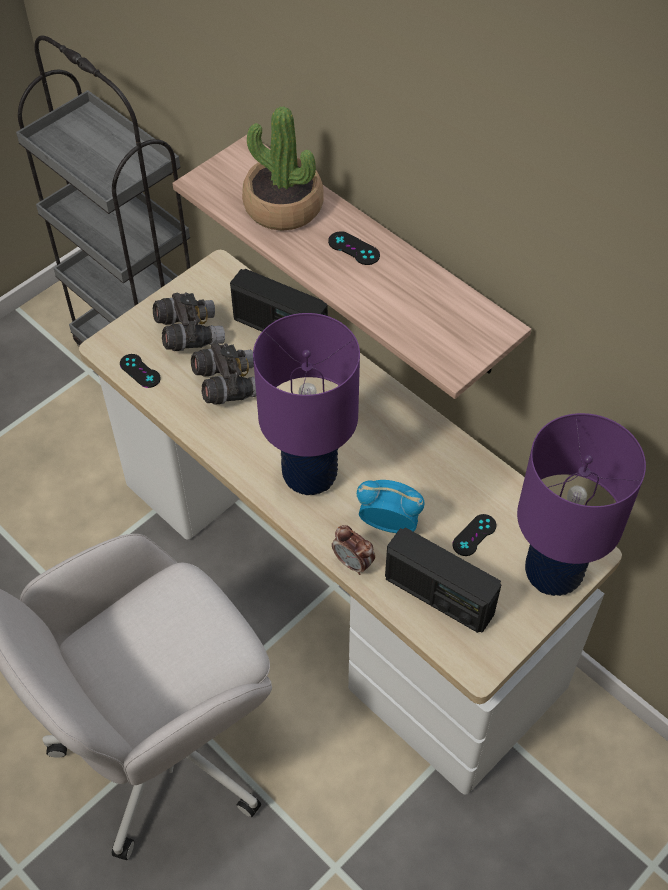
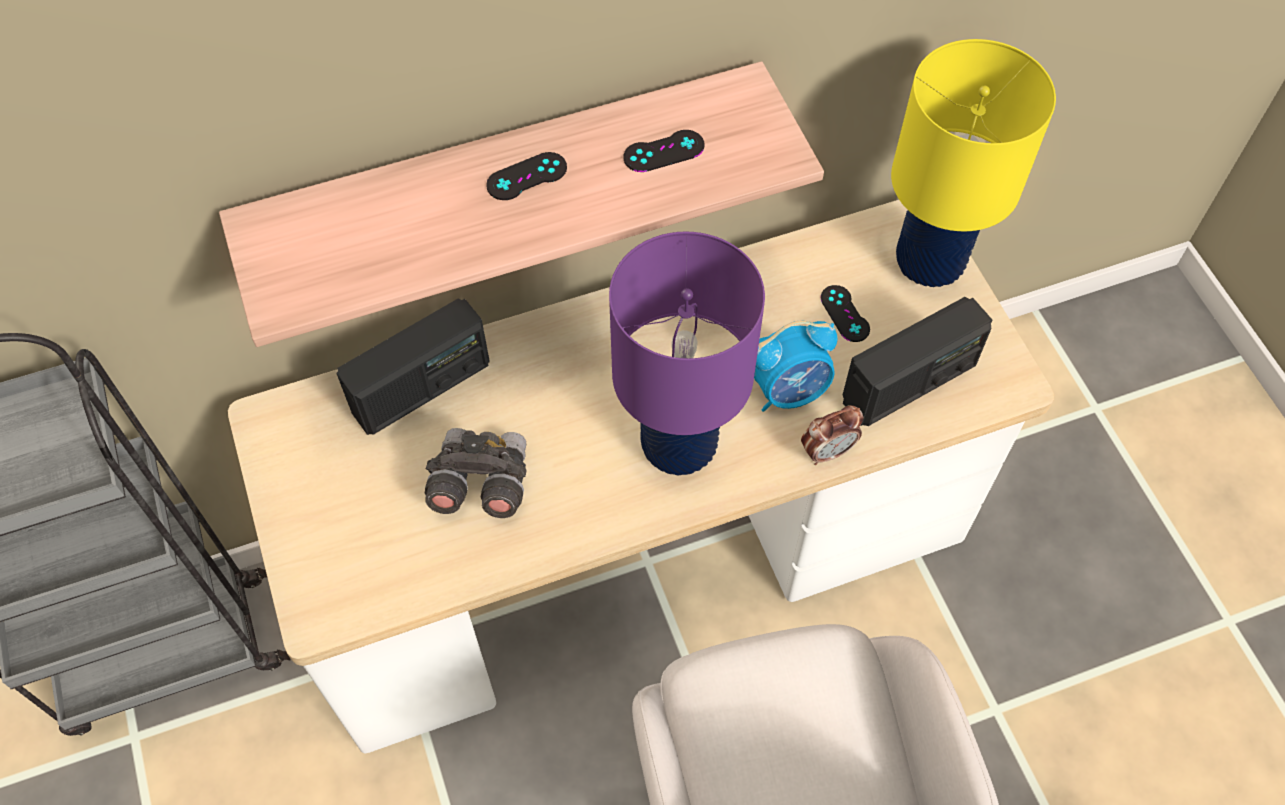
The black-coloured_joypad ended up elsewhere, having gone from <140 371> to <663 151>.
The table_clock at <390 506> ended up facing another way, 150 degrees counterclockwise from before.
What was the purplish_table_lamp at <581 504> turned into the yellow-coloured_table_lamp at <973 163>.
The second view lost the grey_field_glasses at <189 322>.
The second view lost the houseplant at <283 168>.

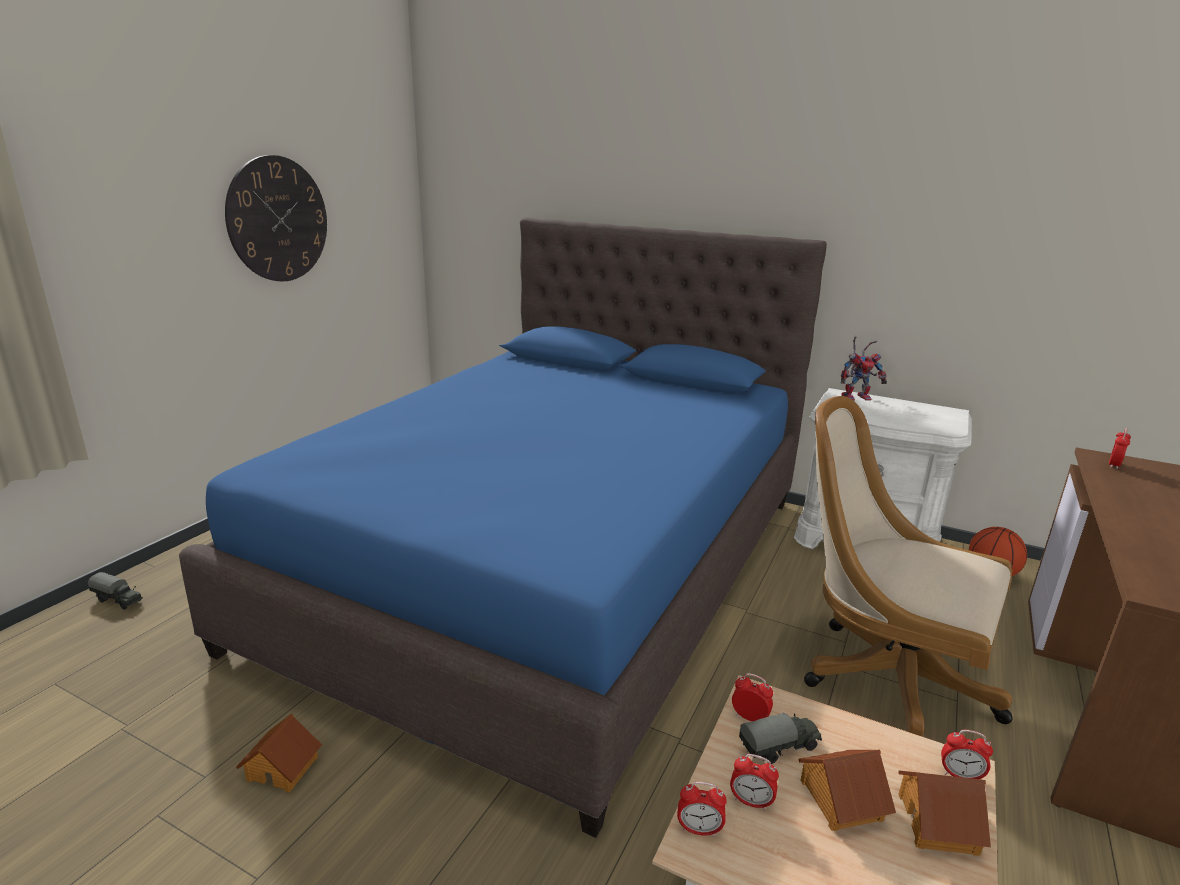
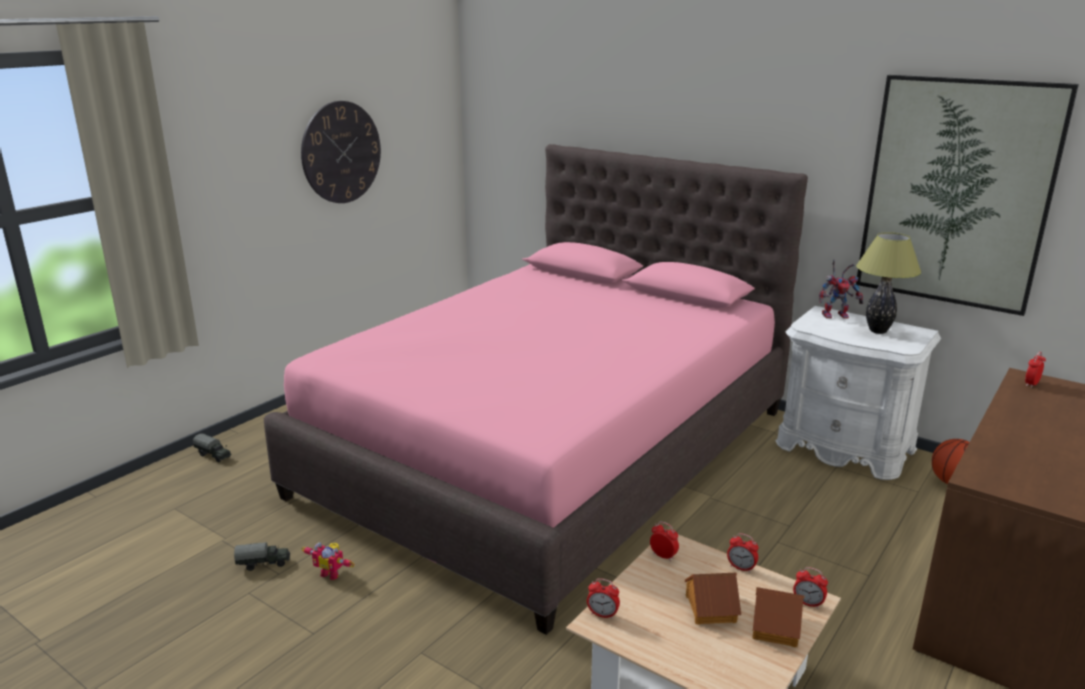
The toy_lorry ended up elsewhere, having gone from <780 738> to <262 556>.
What was the bluish_sleeping_bed at <503 527> turned into the pink-coloured_sleeping_bed at <536 389>.
Where the model_house stood at <279 753>, the toy_robot came to stand at <328 561>.
The table_clock ended up elsewhere, having gone from <754 782> to <742 553>.
The second view gained the wall_art at <967 195>.
The second view gained the table_lamp at <888 283>.
The second view lost the office_chair at <908 566>.

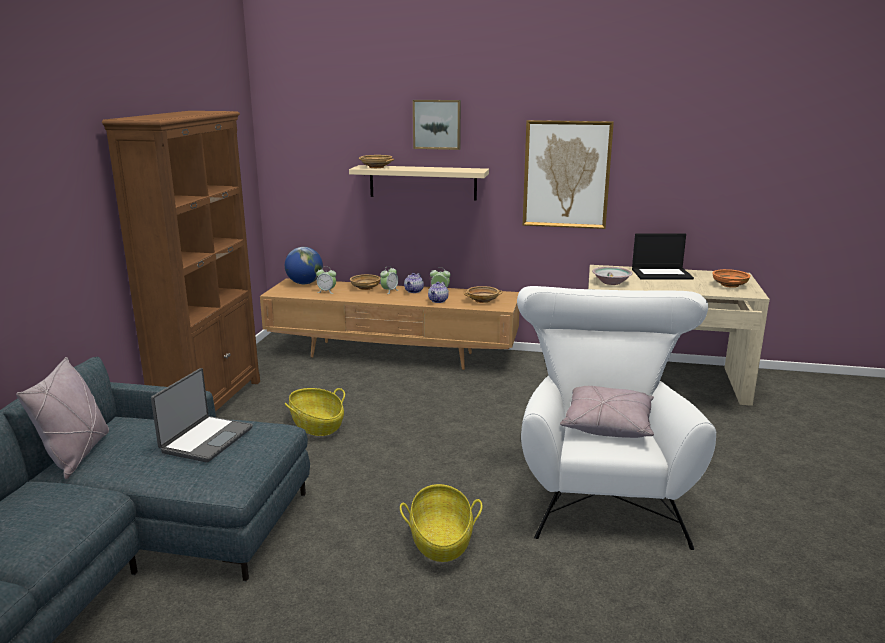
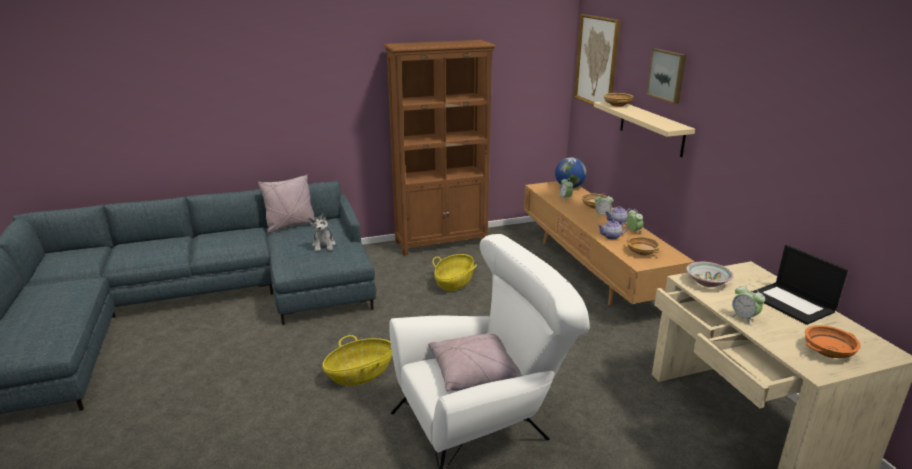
Where the portable_computer stood at <202 415>, the plush_toy came to stand at <322 232>.
The wall_art ended up elsewhere, having gone from <568 174> to <597 60>.
The second view gained the table_clock at <747 305>.

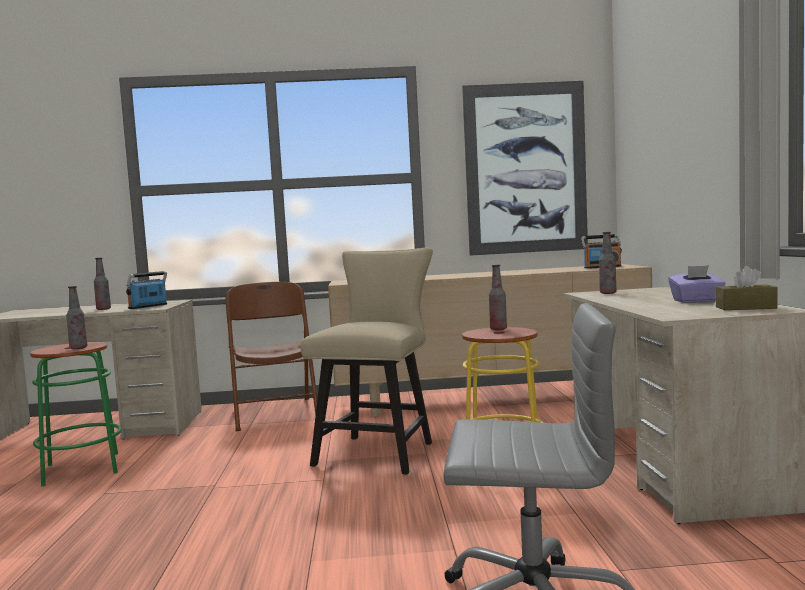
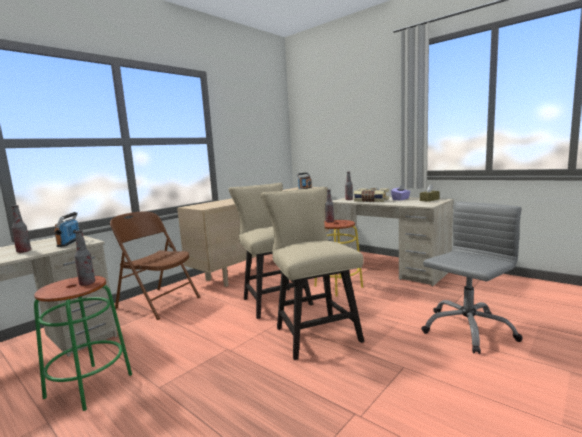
The second view gained the sand-coloured_plain_chair at <312 273>.
The second view gained the book at <371 195>.
The second view lost the wall_art at <525 168>.

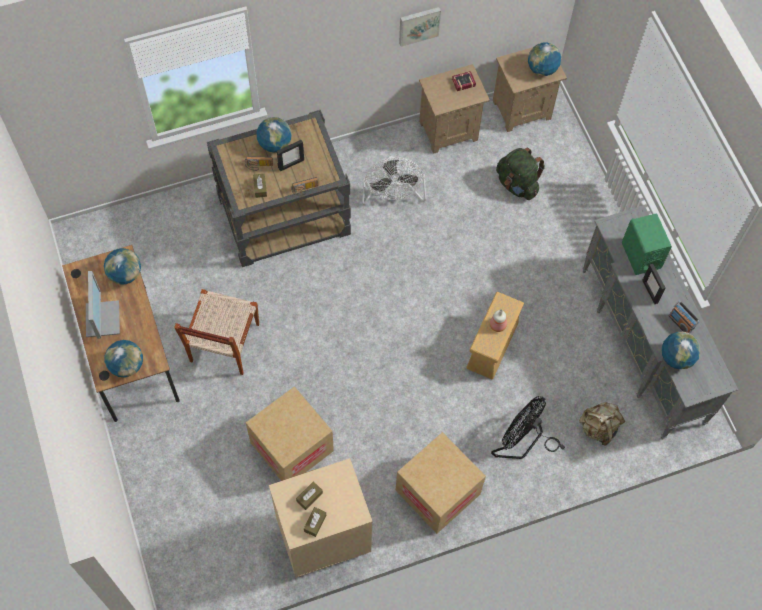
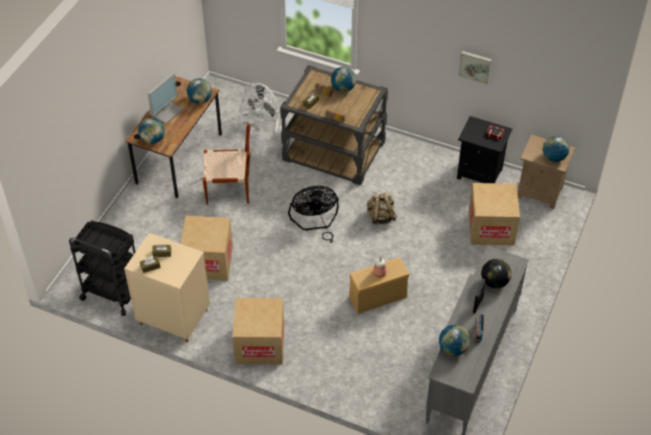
The second view gained the black-coloured_wheeled_cart at <102 268>.
The plain_chair at <216 332> ended up facing another way, 150 degrees counterclockwise from before.
The whitish_fan ended up elsewhere, having gone from <394 181> to <259 109>.
The black-coloured_fan ended up elsewhere, having gone from <528 427> to <313 214>.
The sand-coloured_rucksack ended up elsewhere, having gone from <602 424> to <382 208>.
What was the sand-coloured_nightstand at <454 109> turned into the black-coloured_nightstand at <484 149>.
Where the greenish_rucksack stood at <520 173>, the packing_box came to stand at <494 214>.
Where the greenish_audio_speaker stood at <647 244>, the globe came to stand at <496 274>.
The second view lost the picture_frame at <290 155>.

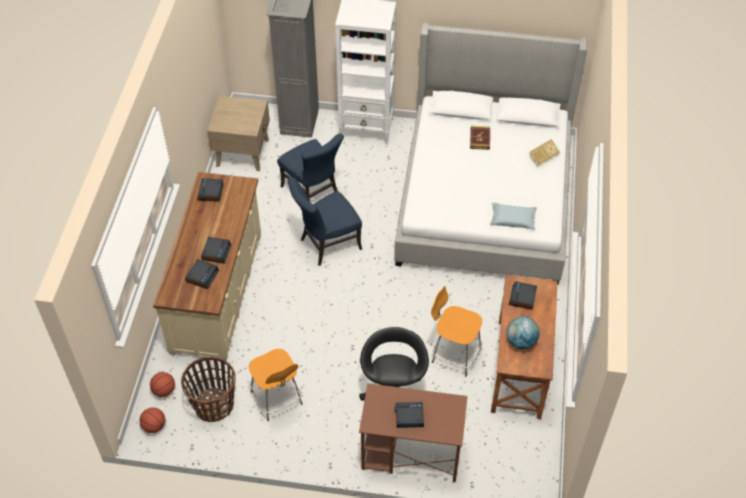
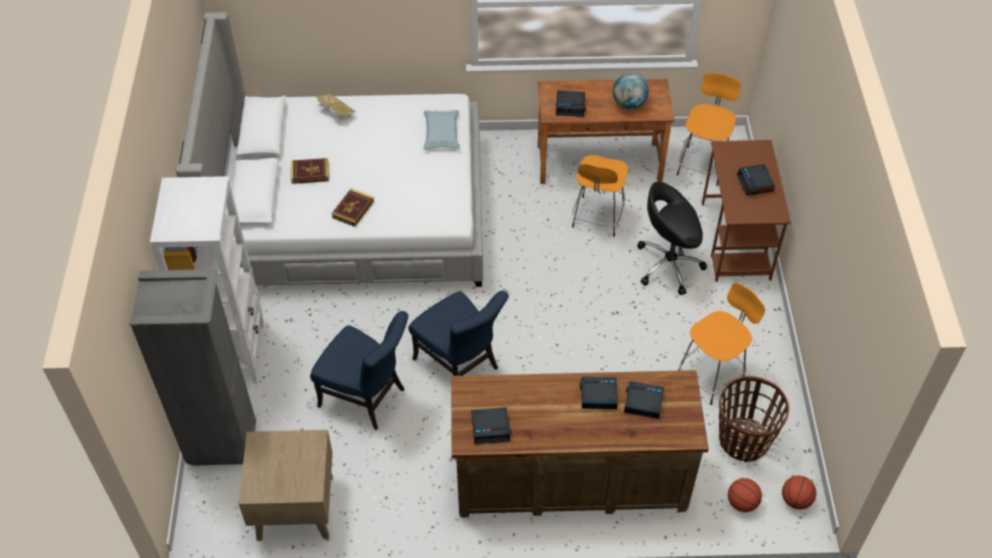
The bluish_plain_chair at <310 167> ended up facing another way, 75 degrees clockwise from before.
The second view gained the book at <353 208>.
The second view gained the orange_stool_seat at <709 129>.

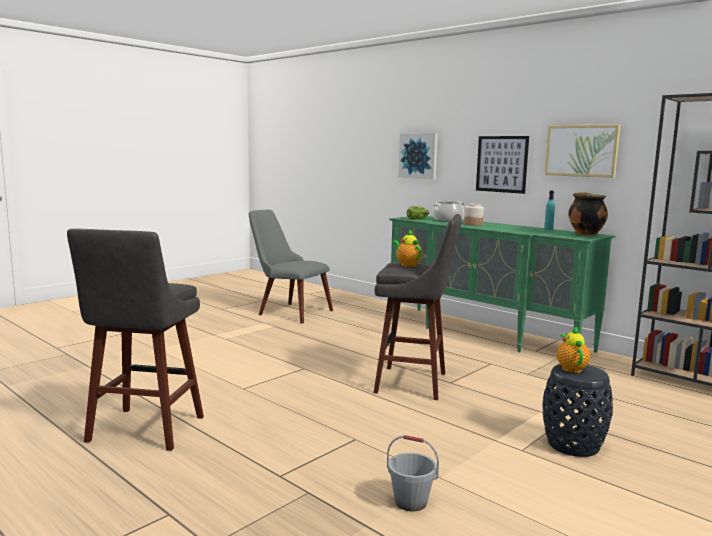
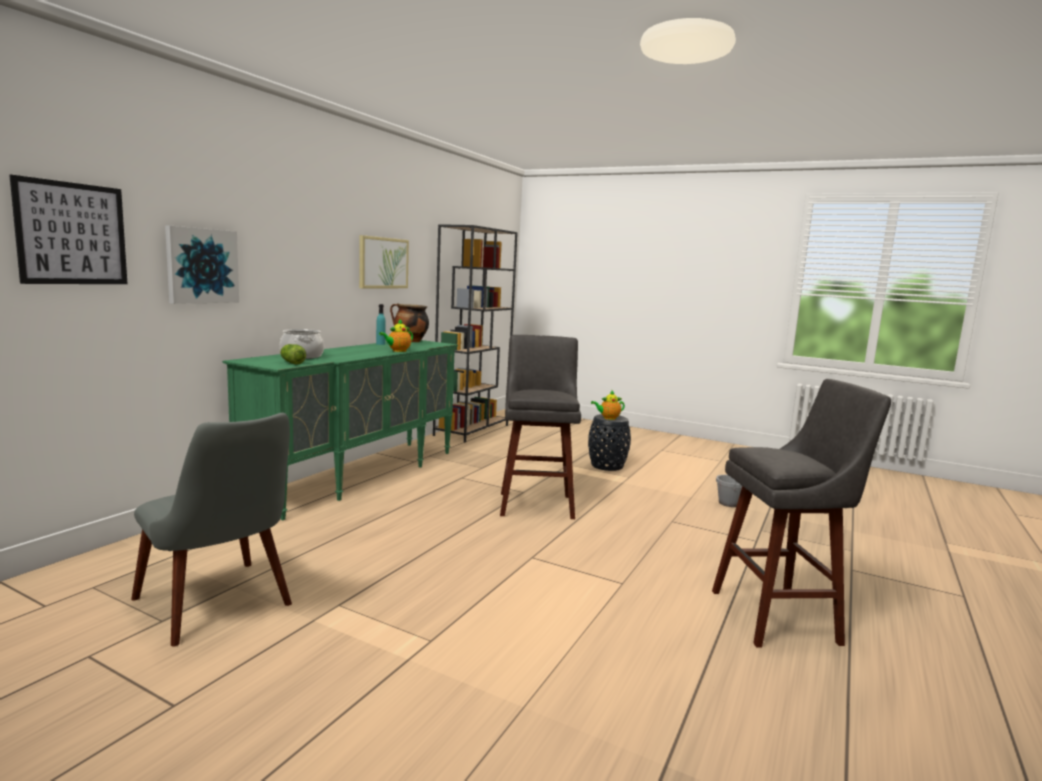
The wall_art ended up elsewhere, having gone from <502 165> to <68 229>.
The grey_plain_chair at <291 267> ended up facing another way, 60 degrees counterclockwise from before.
The teapot ended up elsewhere, having gone from <407 248> to <396 336>.
The second view lost the jar at <474 214>.

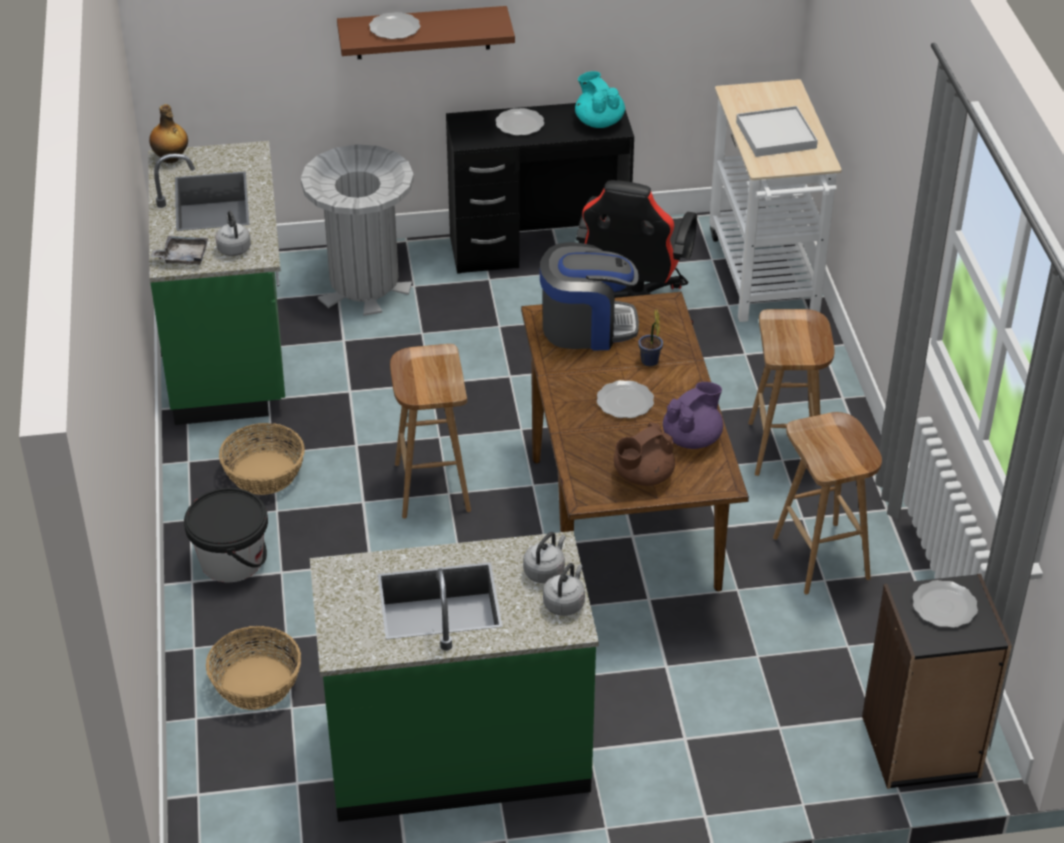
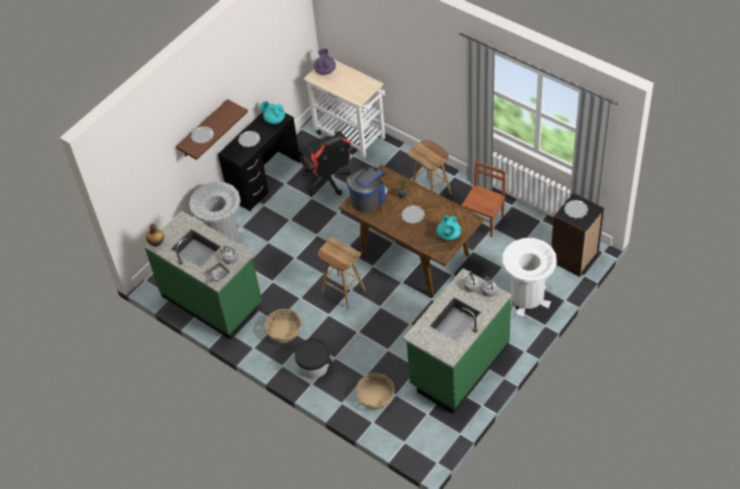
The purplish_teapot ended up elsewhere, having gone from <693 415> to <325 61>.
What was the brown-coloured_teapot at <644 454> turned into the blue-green_teapot at <449 228>.
Where the brown-coloured_stool_seat stood at <827 503>, the brown-coloured_plain_chair came to stand at <483 199>.
The second view gained the whitish_waste_bin at <529 277>.
The second view lost the whitish_serving_tray at <777 131>.

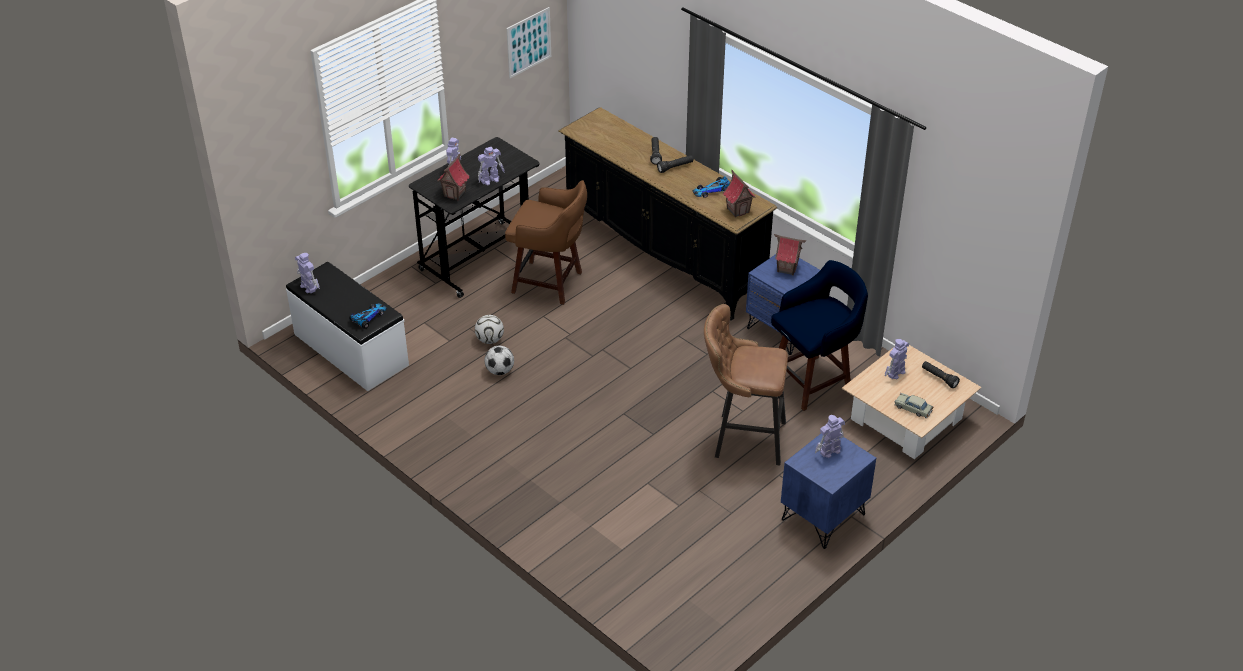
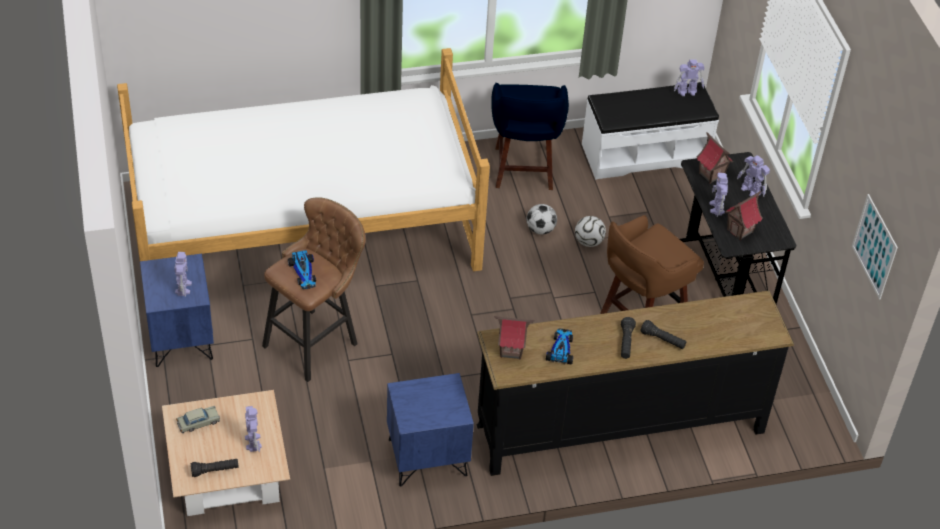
The second view gained the sleeping_bed at <303 159>.
The toy_car ended up elsewhere, having gone from <368 316> to <302 269>.
The bluish_stool_seat ended up elsewhere, having gone from <819 335> to <530 136>.
The model_house ended up elsewhere, having gone from <790 254> to <744 215>.

